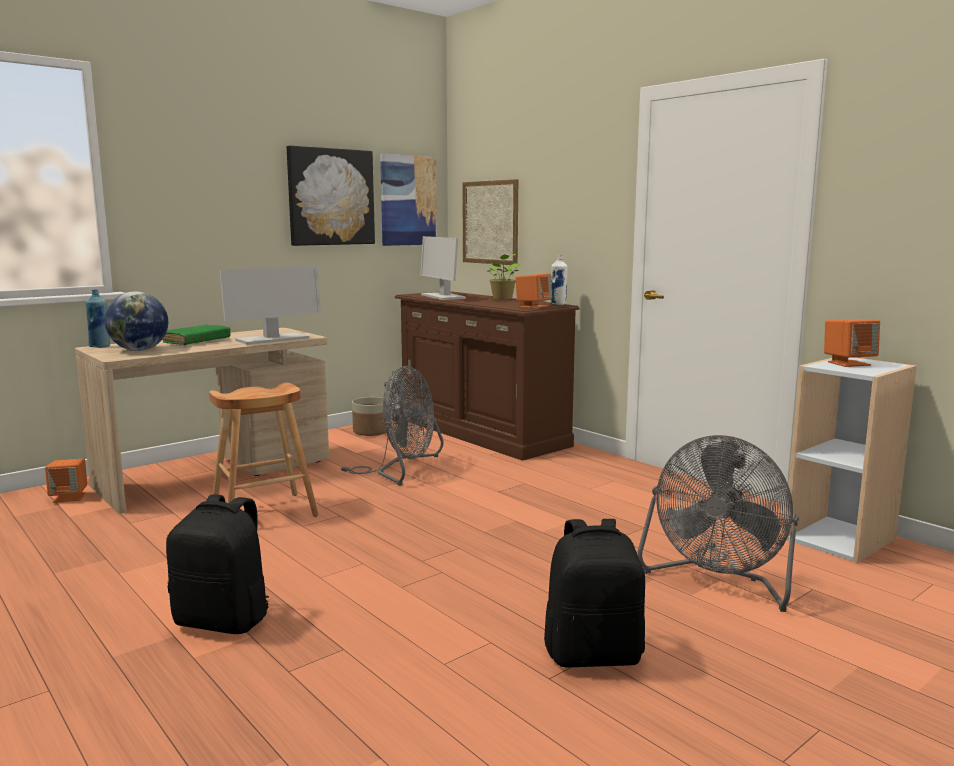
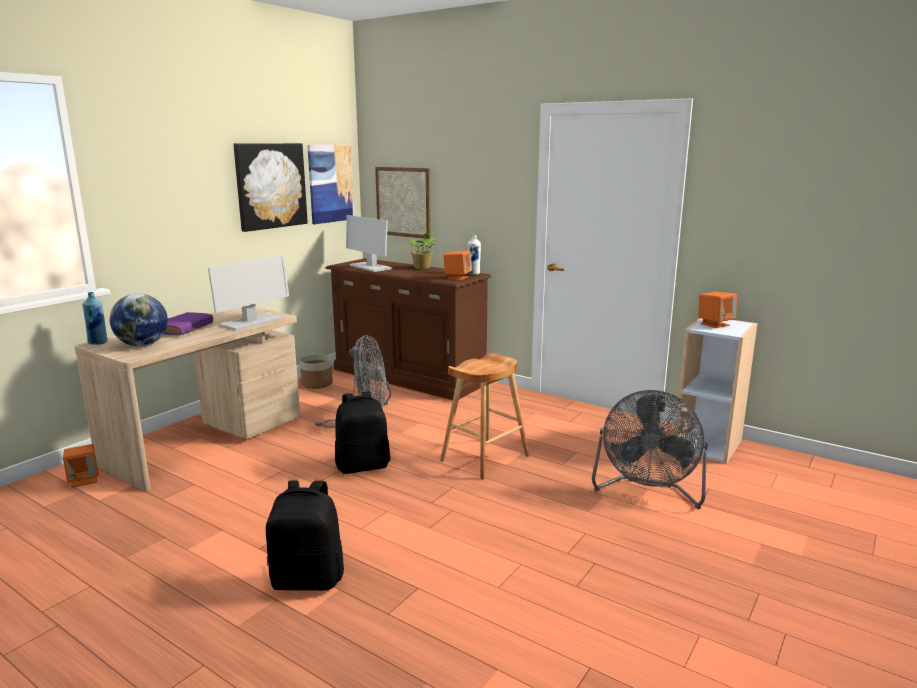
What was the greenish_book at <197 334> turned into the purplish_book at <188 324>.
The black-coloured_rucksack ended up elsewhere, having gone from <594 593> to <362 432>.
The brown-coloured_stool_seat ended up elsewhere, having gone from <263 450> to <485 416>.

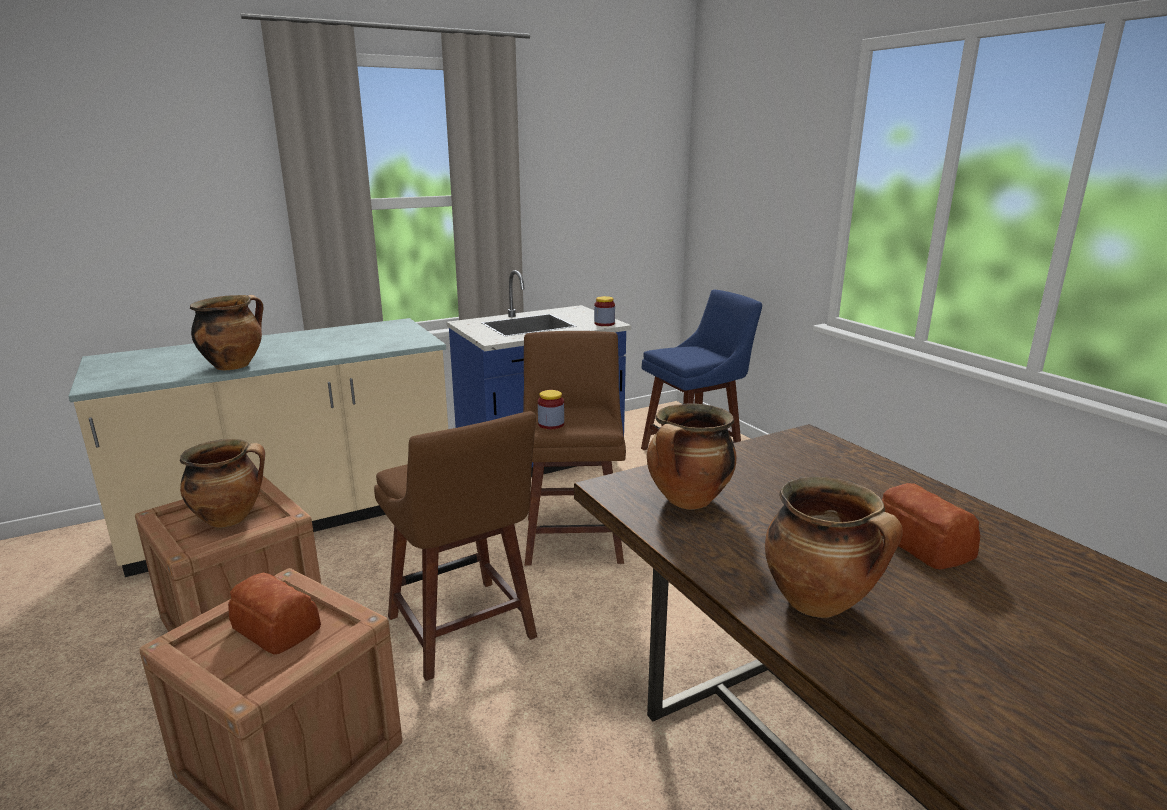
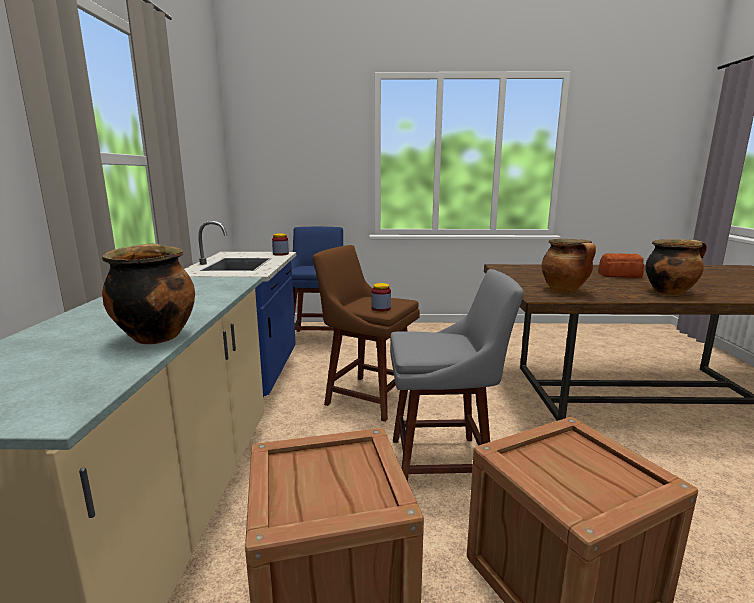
What was the brown-coloured_stool_seat at <455 546> turned into the grey_stool_seat at <457 375>.
The second view lost the stockpot at <222 483>.
The second view lost the baked_bread at <274 614>.

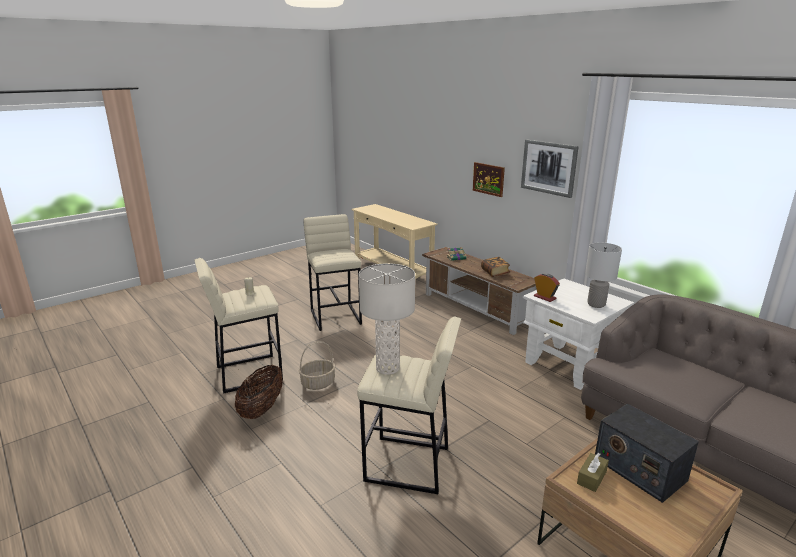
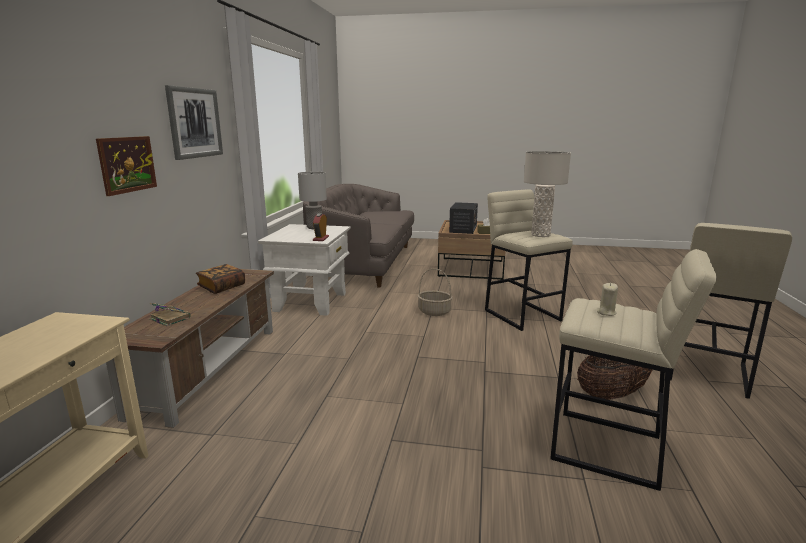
The basket ended up elsewhere, having gone from <317 365> to <435 292>.
The sand-coloured_stool_seat ended up elsewhere, having gone from <332 272> to <731 311>.

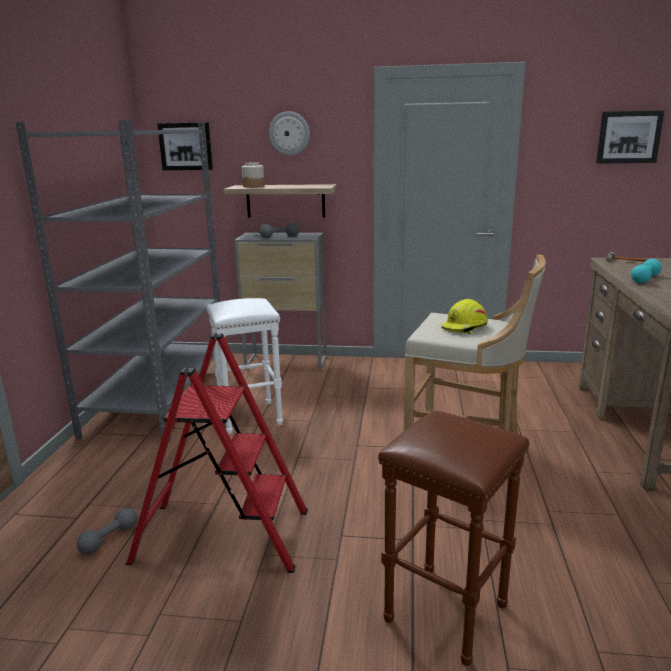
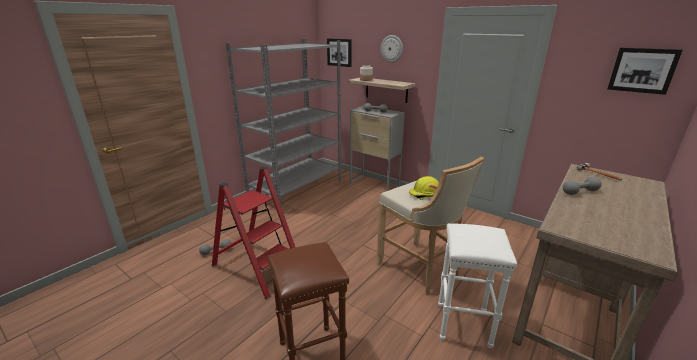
The whitish_stool_seat ended up elsewhere, having gone from <244 366> to <477 286>.
What was the blue-green_free_weight at <646 271> turned into the grey_free_weight at <582 186>.

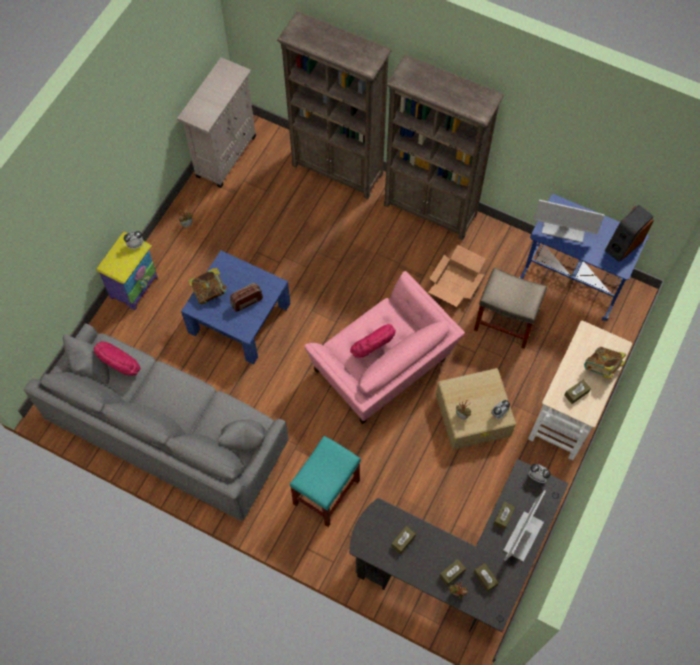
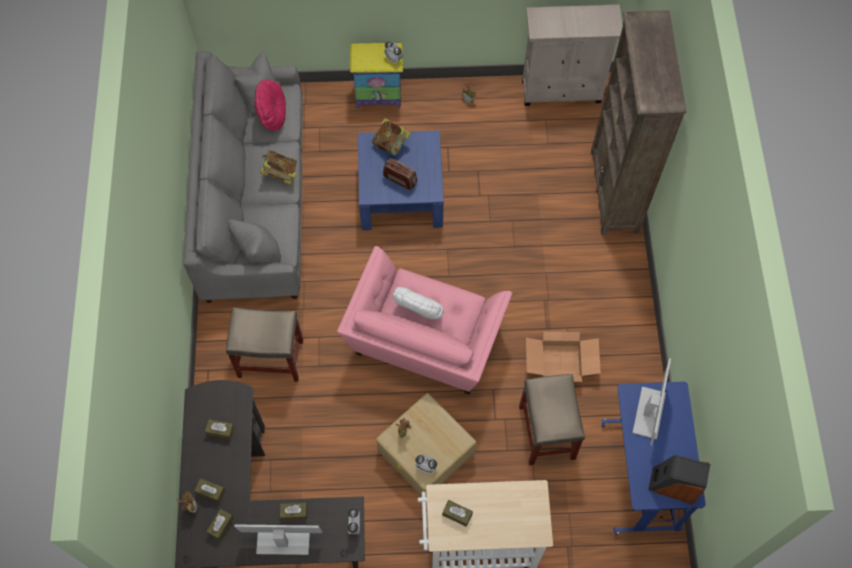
What was the blue-green_stool_seat at <325 481> turned into the sand-coloured_stool_seat at <264 344>.
The book ended up elsewhere, having gone from <605 363> to <278 167>.
What was the pink-coloured_throw_pillow at <373 341> turned into the whitish_throw_pillow at <418 303>.
The computer_screen at <569 221> ended up facing another way, 150 degrees counterclockwise from before.
The second view lost the brown-coloured_bookshelf at <444 147>.

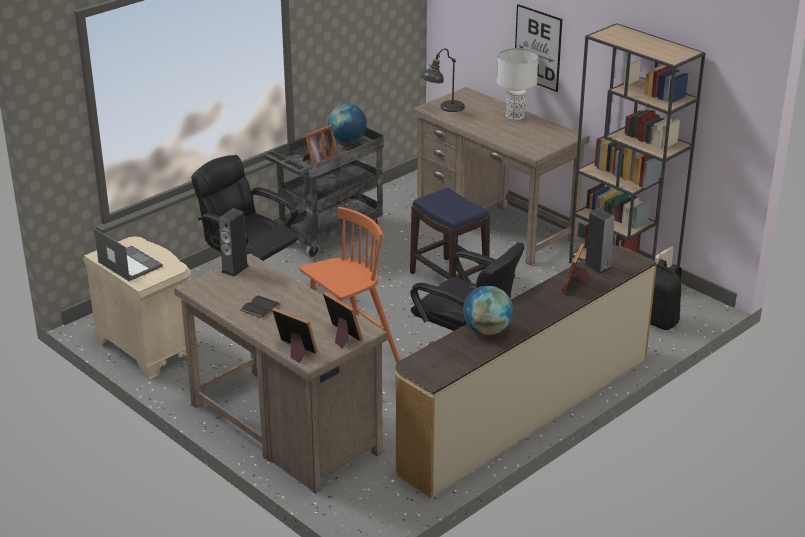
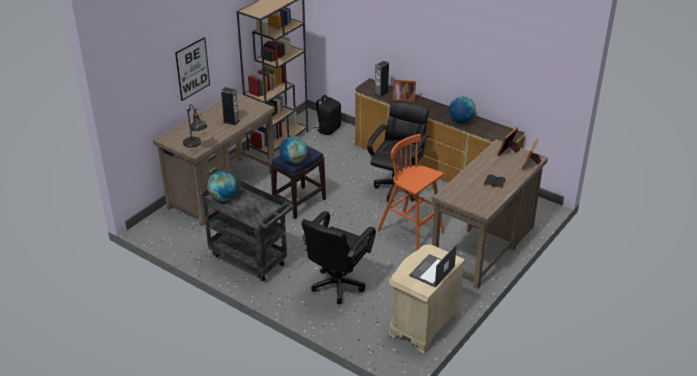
The audio_speaker ended up elsewhere, having gone from <234 242> to <230 106>.
The second view gained the globe at <293 150>.
The second view lost the picture_frame at <320 145>.
The second view lost the whitish_table_lamp at <517 84>.

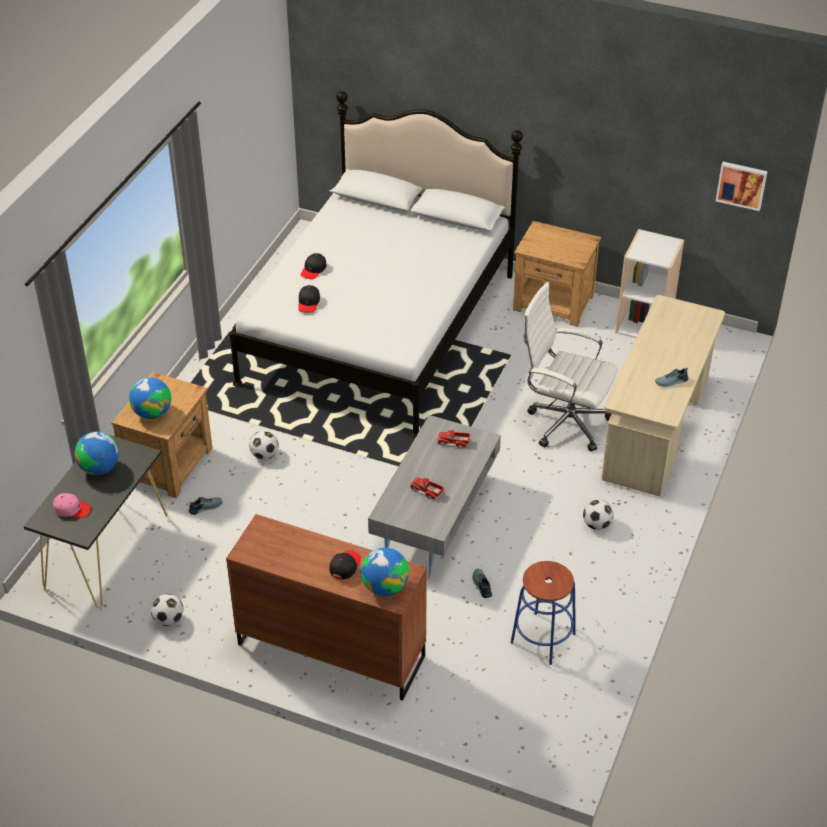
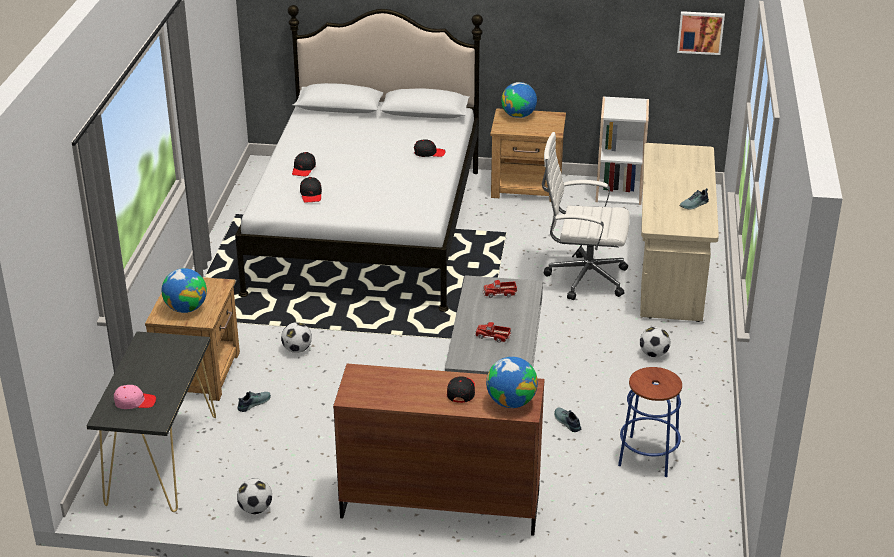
The second view gained the black-coloured_cap at <429 148>.
The globe ended up elsewhere, having gone from <97 453> to <519 100>.

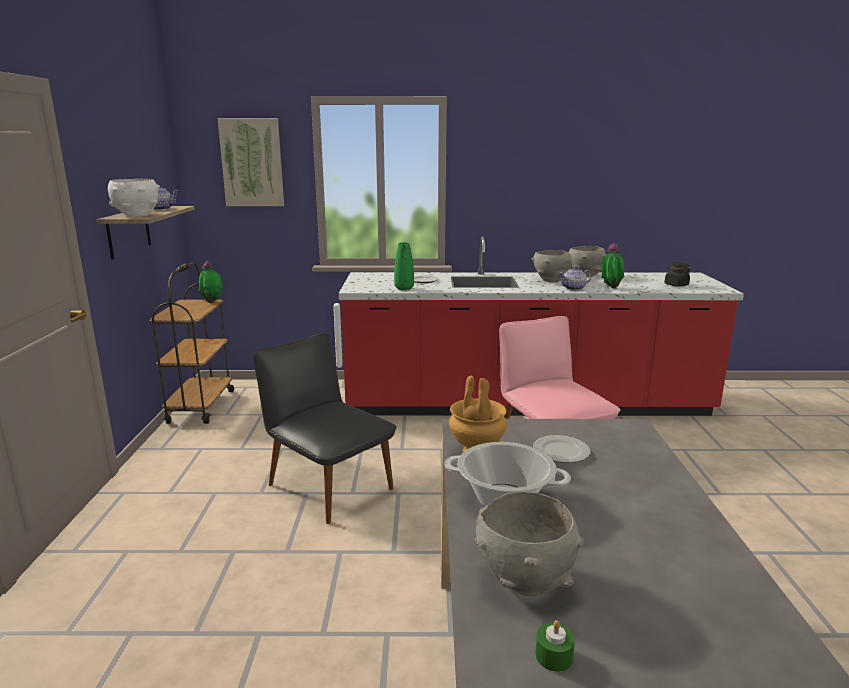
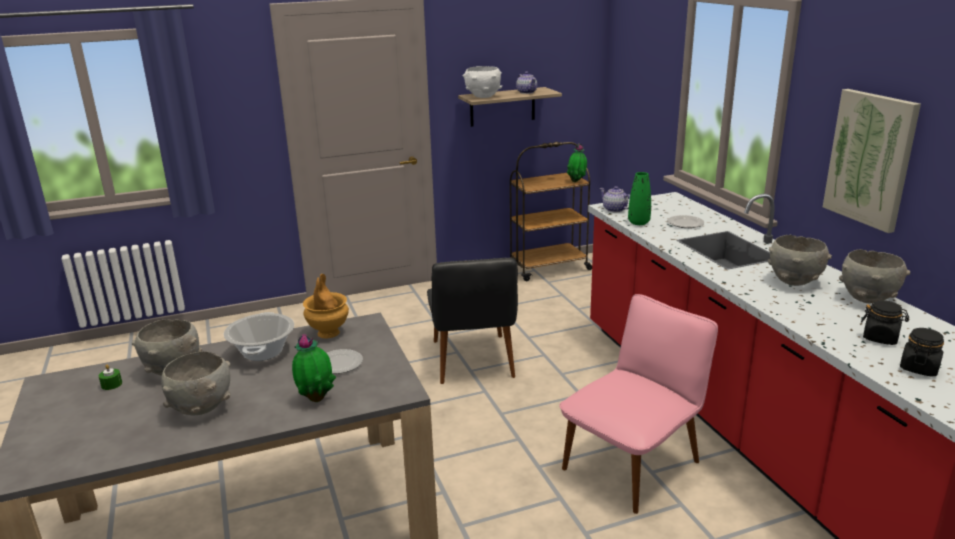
The second view gained the grey_bowl at <195 383>.
The houseplant ended up elsewhere, having gone from <613 265> to <314 368>.
The black-coloured_plain_chair at <325 428> ended up facing another way, 150 degrees clockwise from before.
The teapot ended up elsewhere, having gone from <574 278> to <614 199>.
The wall_art ended up elsewhere, having gone from <251 162> to <872 161>.
The second view gained the black-coloured_jar at <885 322>.

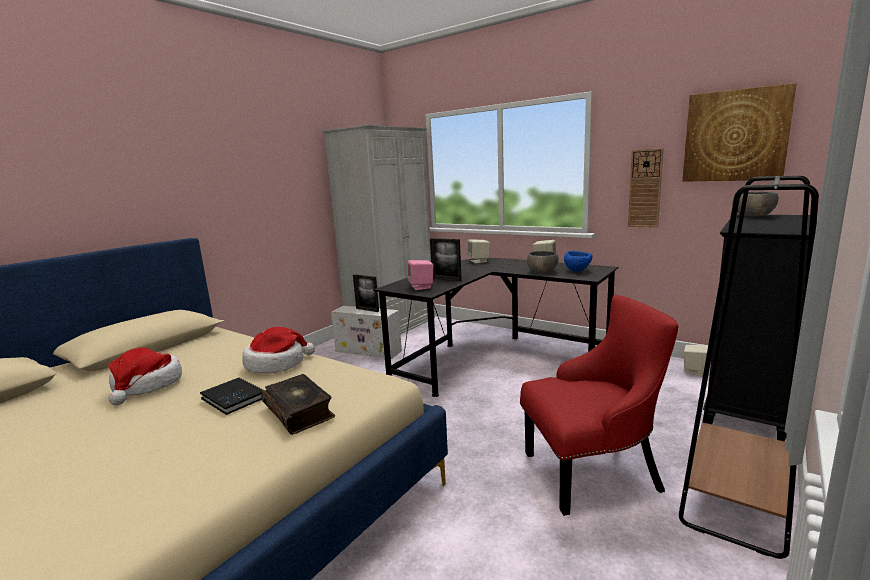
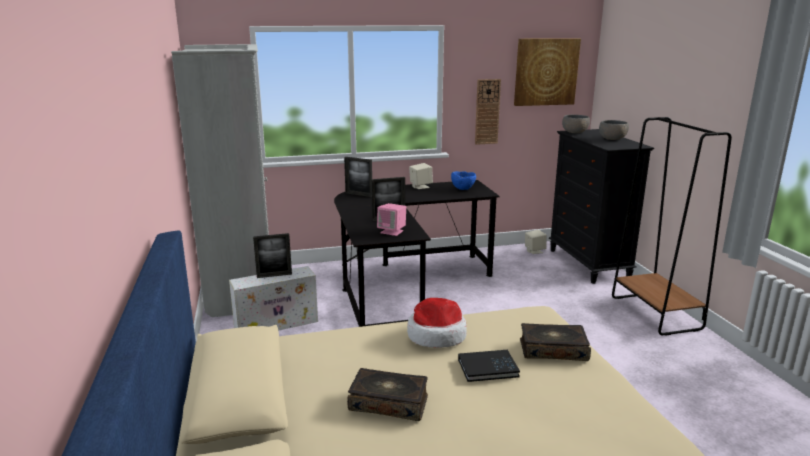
Where the sand-coloured_audio_speaker stood at <478 251>, the picture_frame came to stand at <358 177>.
Where the wearable_hat stood at <145 376>, the book came to stand at <387 394>.
The grey_bowl ended up elsewhere, having gone from <542 262> to <614 130>.
The second view lost the reddish_easy_chair at <599 405>.

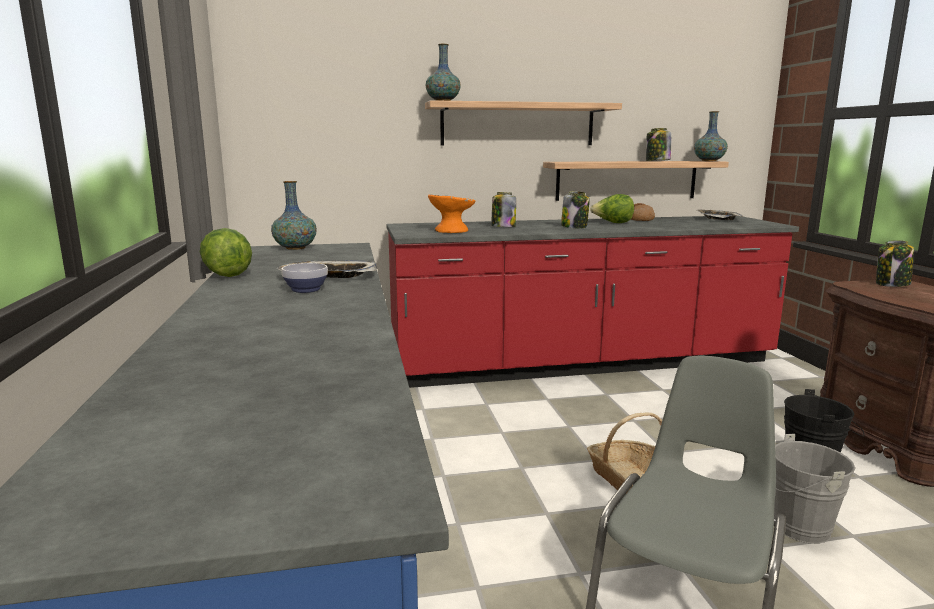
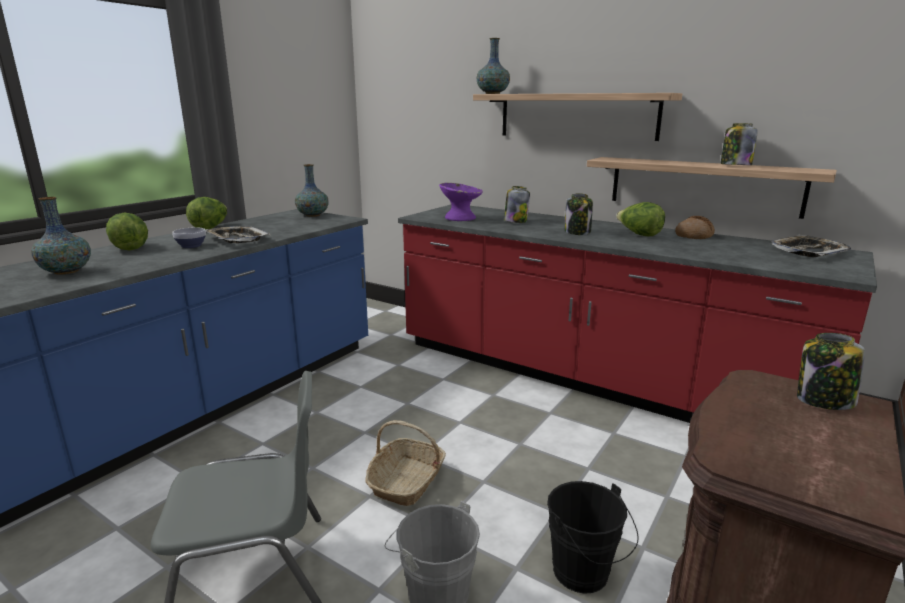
The decorative_vase ended up elsewhere, having gone from <711 136> to <61 235>.
The second view gained the lettuce at <127 231>.
What was the orange_bowl at <451 213> turned into the purplish_bowl at <460 202>.

